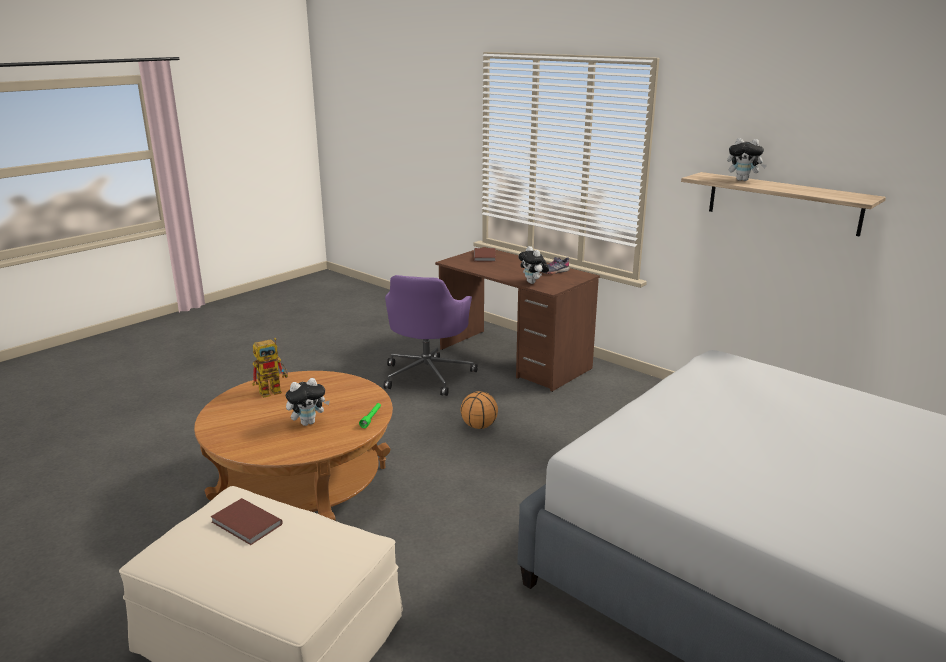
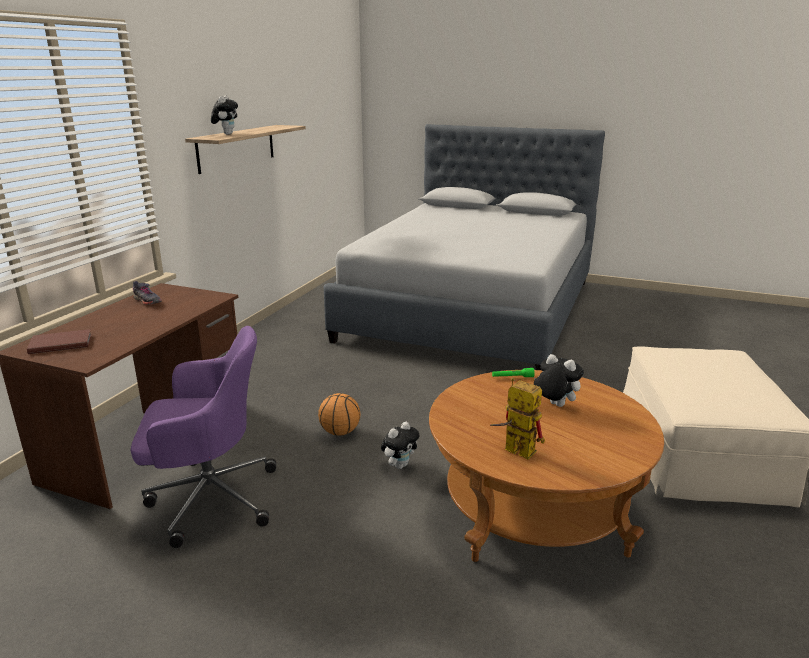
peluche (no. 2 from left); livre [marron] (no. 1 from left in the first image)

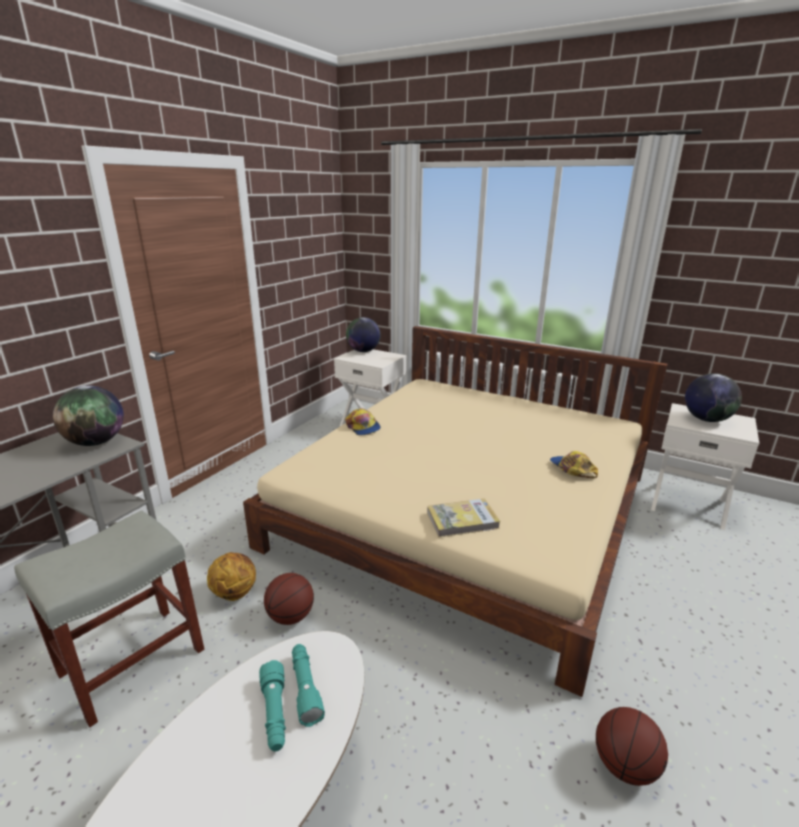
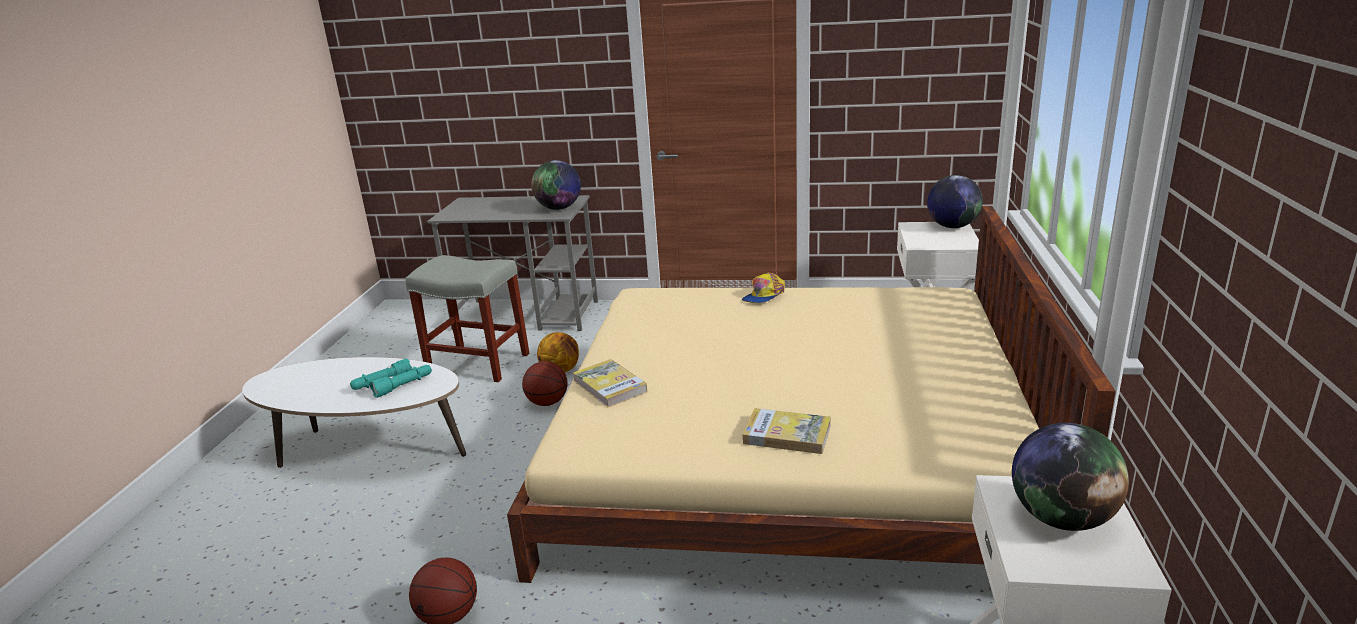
livre (no. 2 from left)

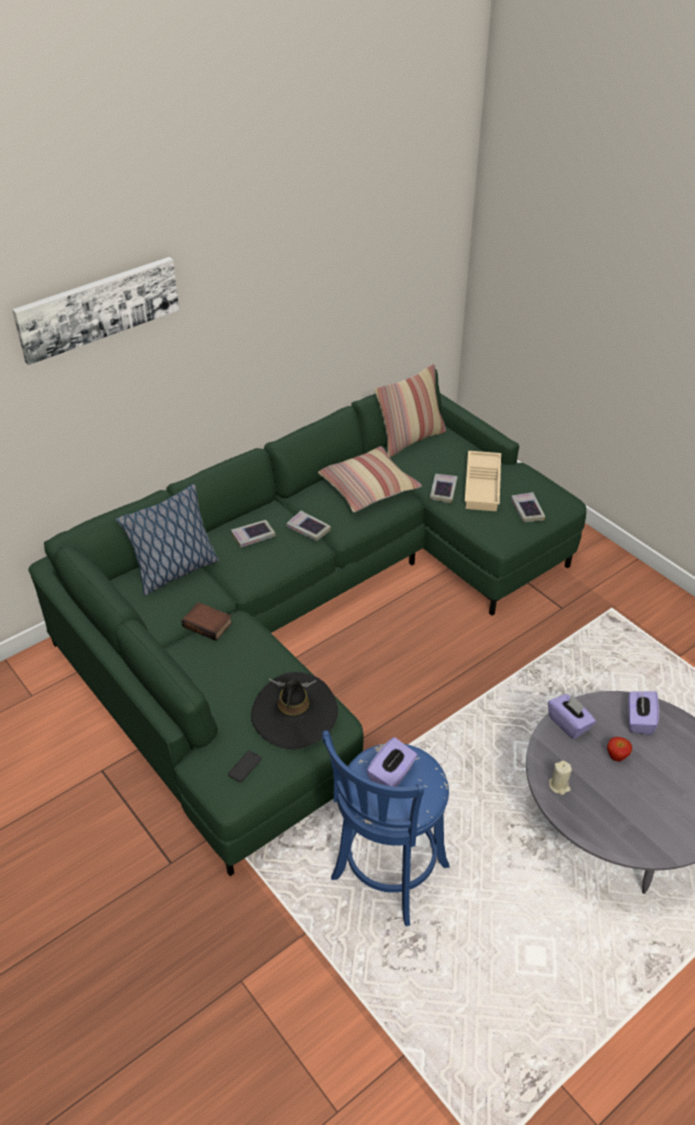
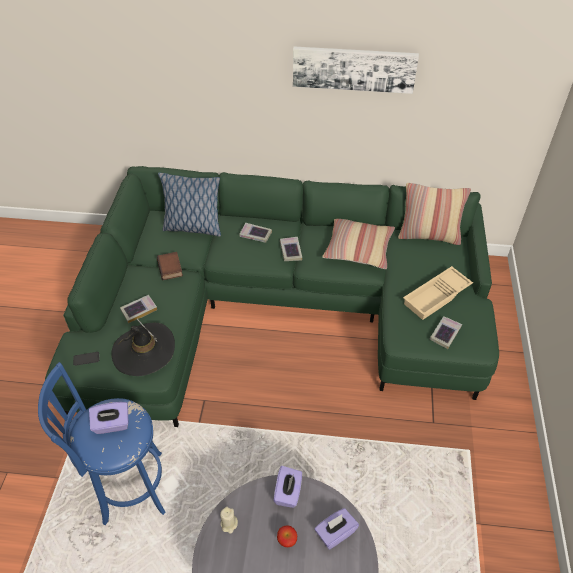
tableau; livre (no. 1 from left)

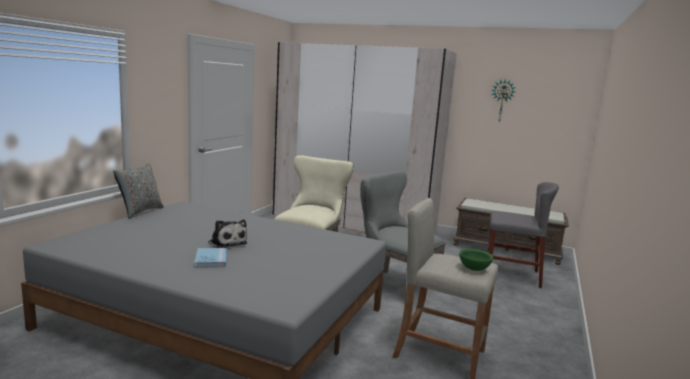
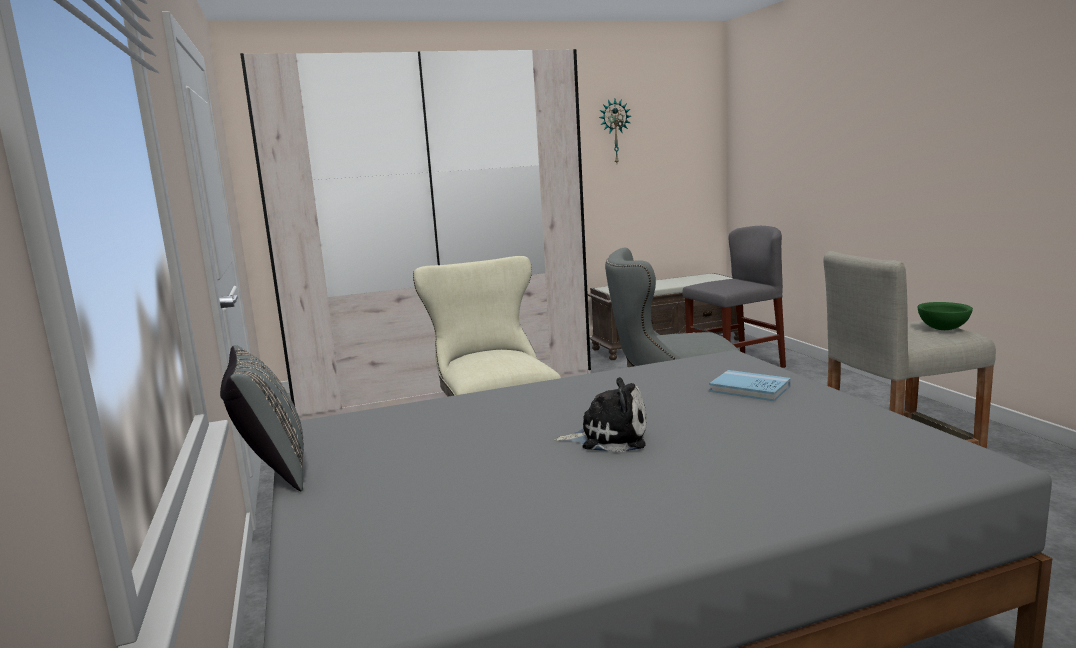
livre [bleu]

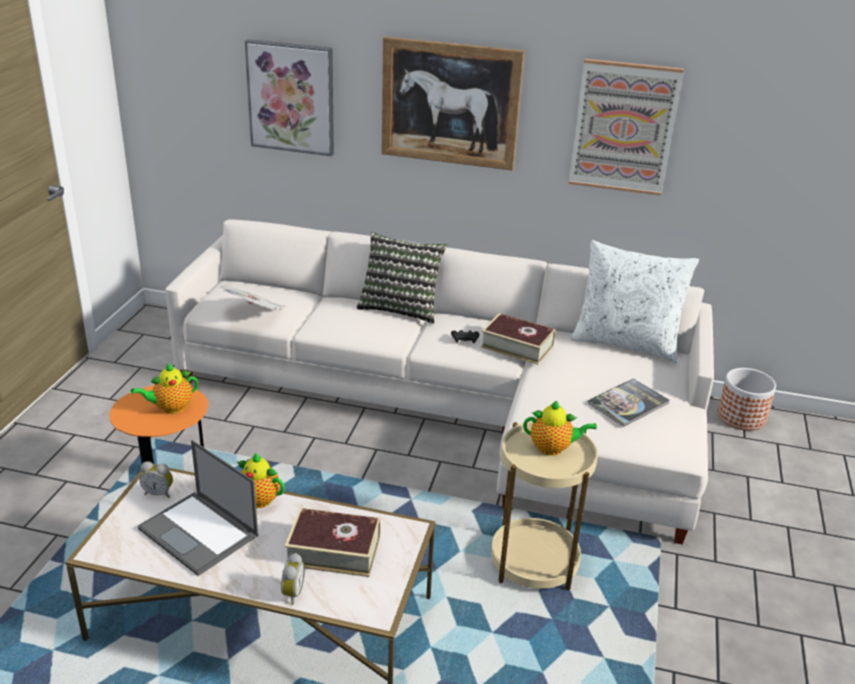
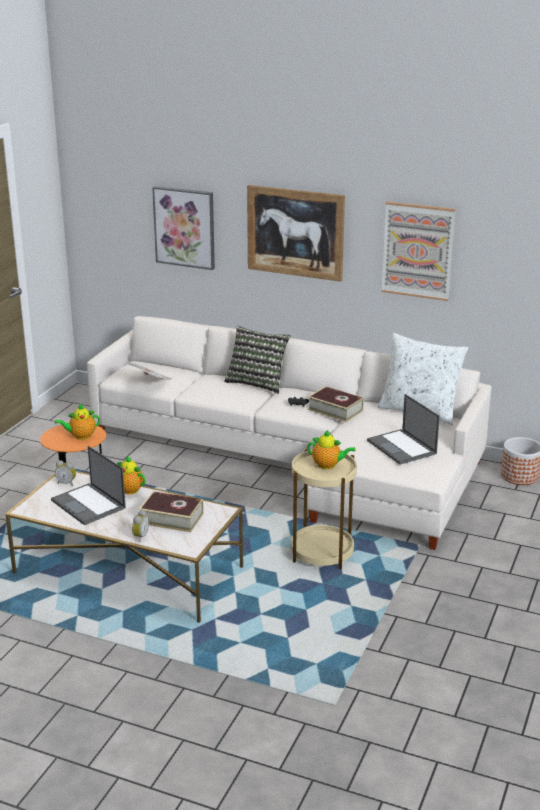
ordinateur portable (no. 2 from left)

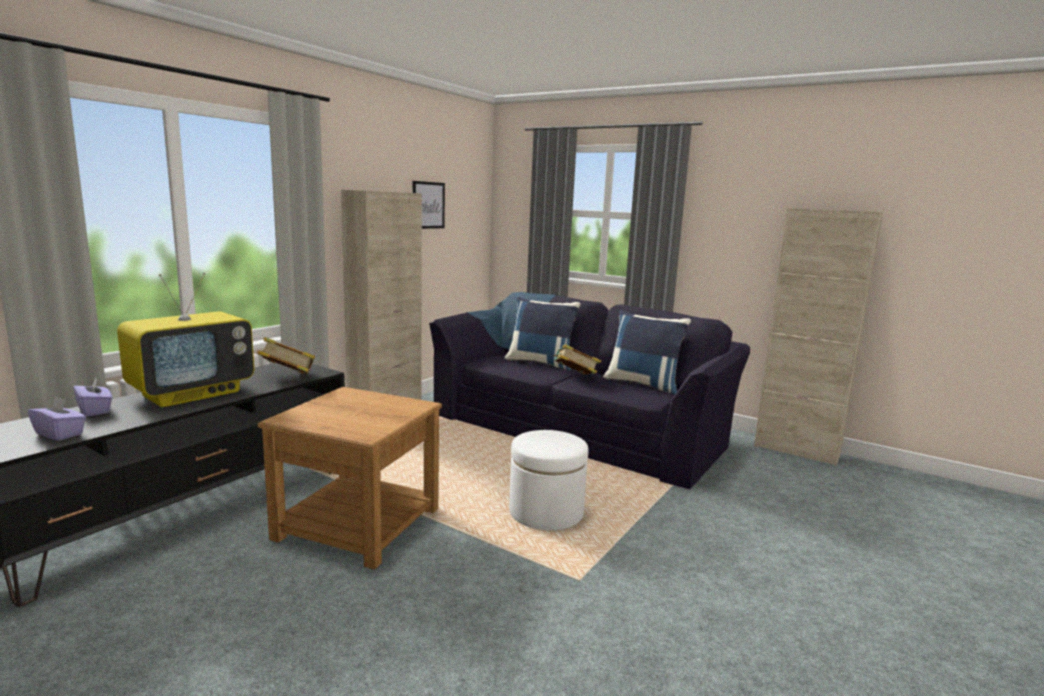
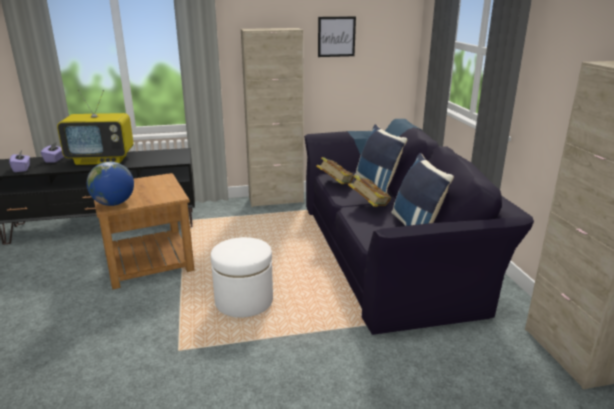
livre (no. 1 from left); globe

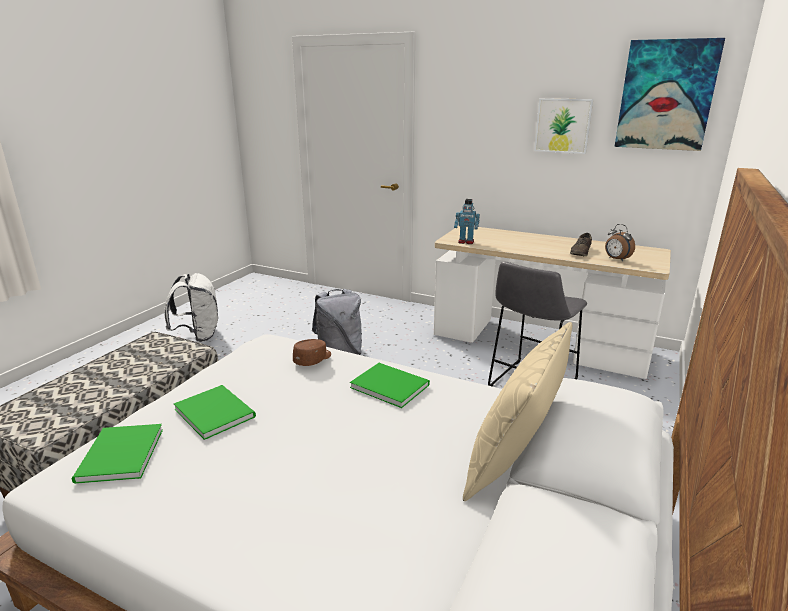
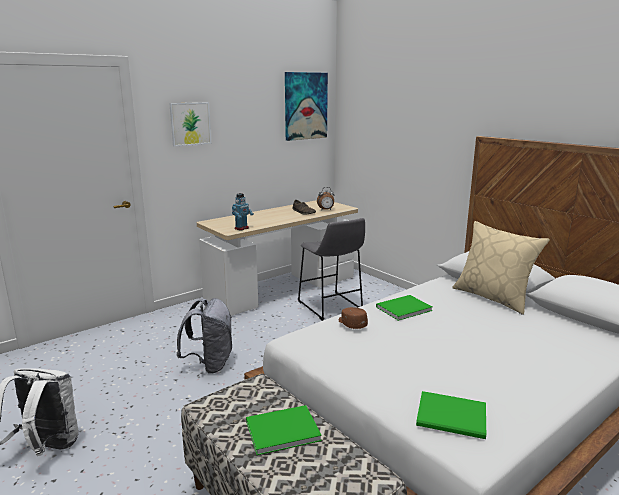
tableau (no. 1 from left); livre [vert] (no. 1 from left)

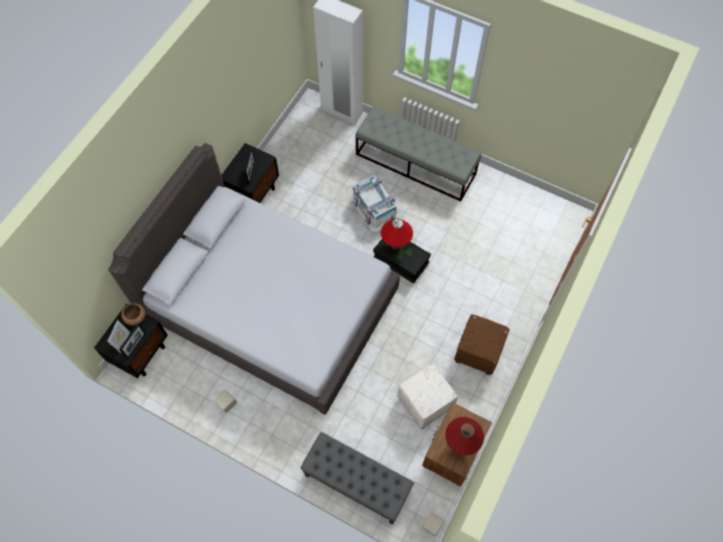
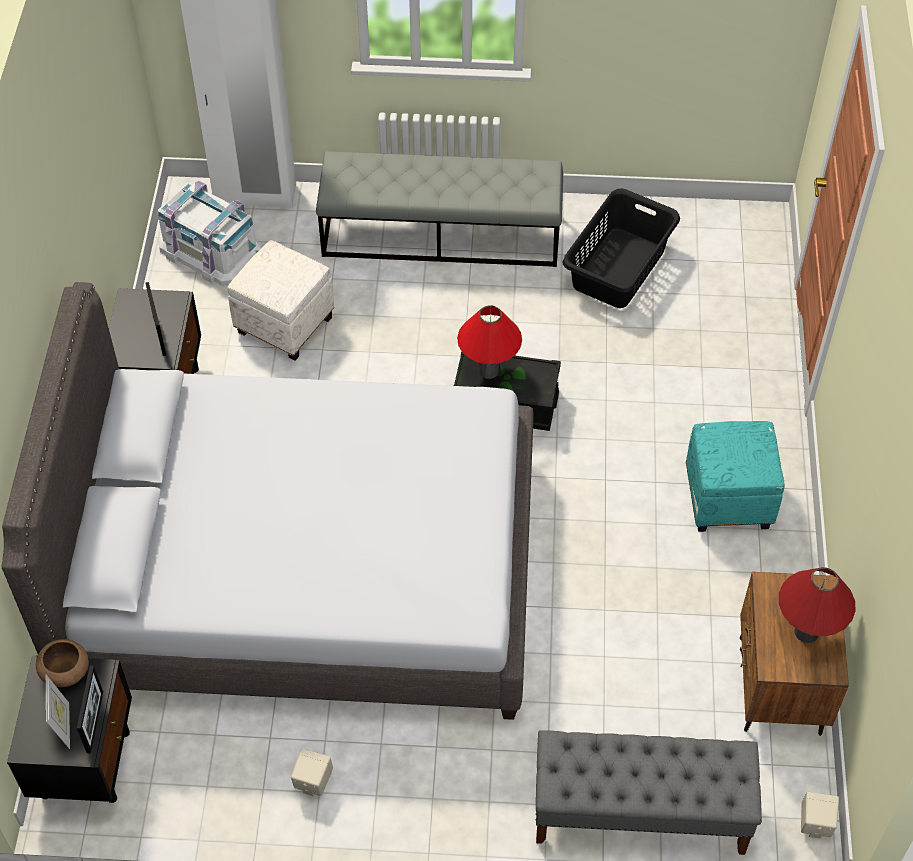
boîte de rangement [blanc]; pouf [turquoise]; pouf [blanc]; panier à linge [noir]

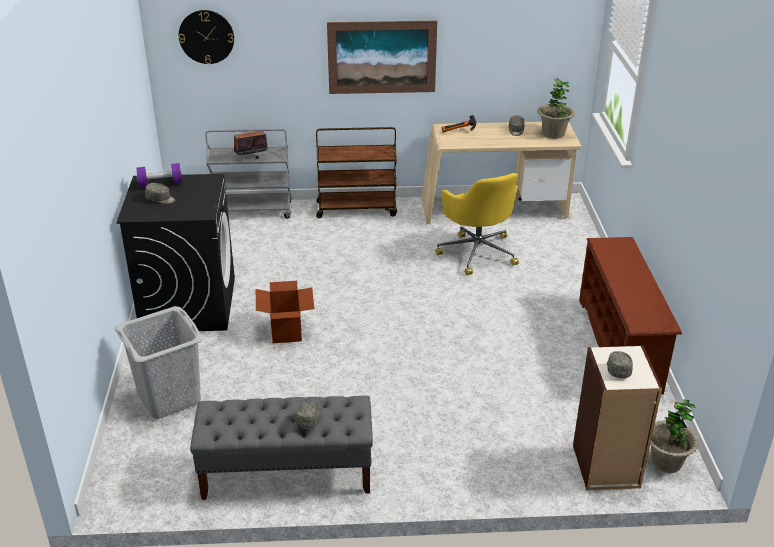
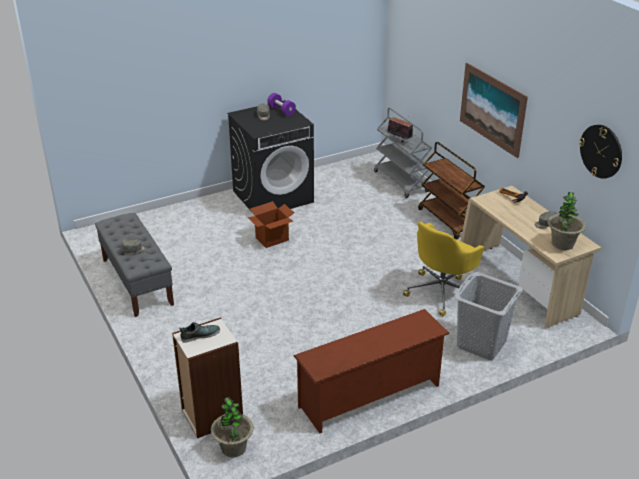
horloge murale; panier à linge [gris]; chaussure

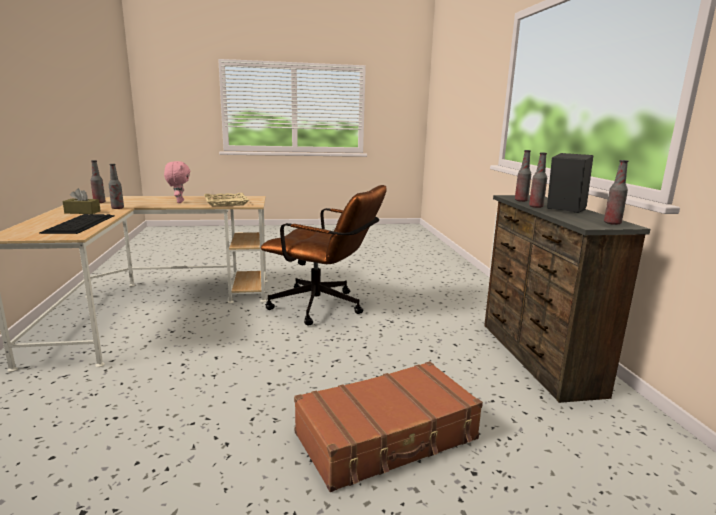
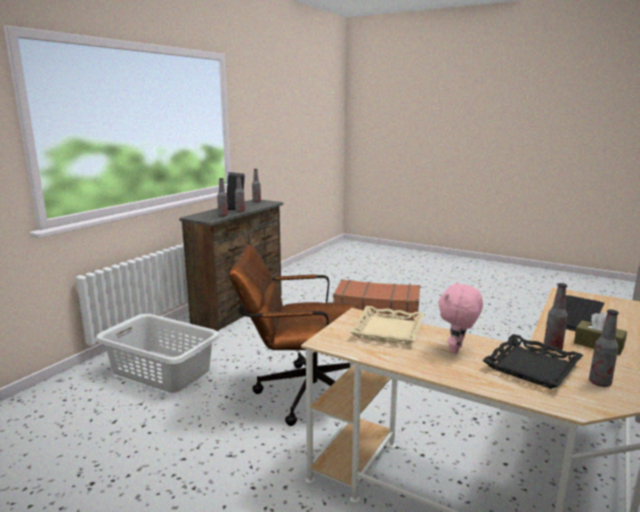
chaise de bureau [marron]; panier à linge [gris]; plateau [noir]

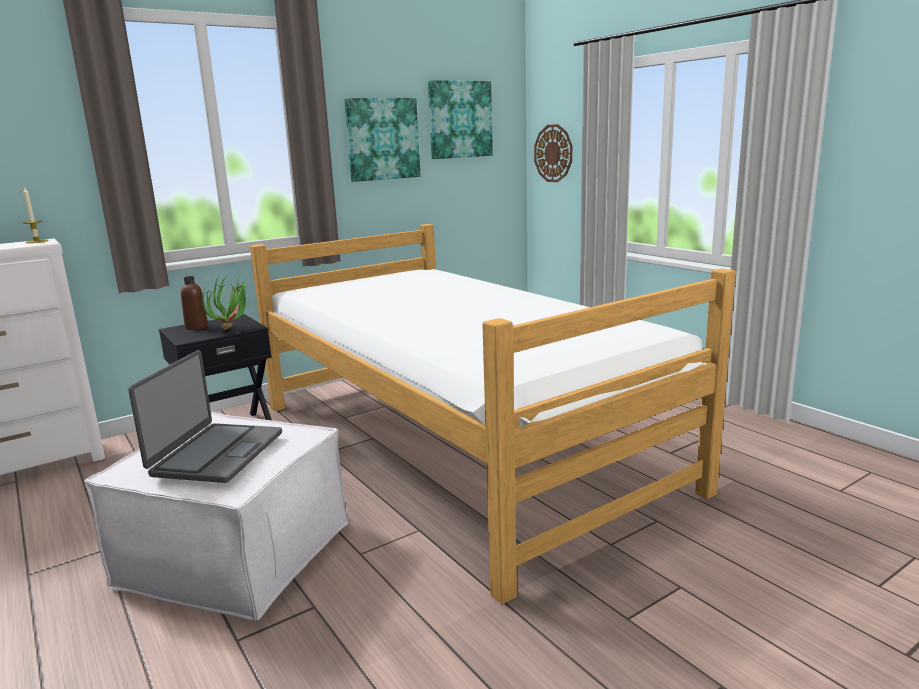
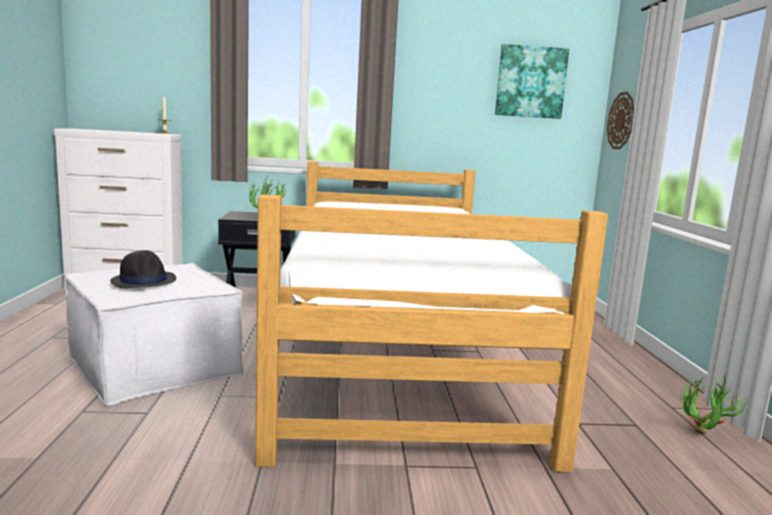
tableau (no. 1 from left in the first image); bouteille [marron]; chapeau [noir]; plante en pot (no. 2 from left)

